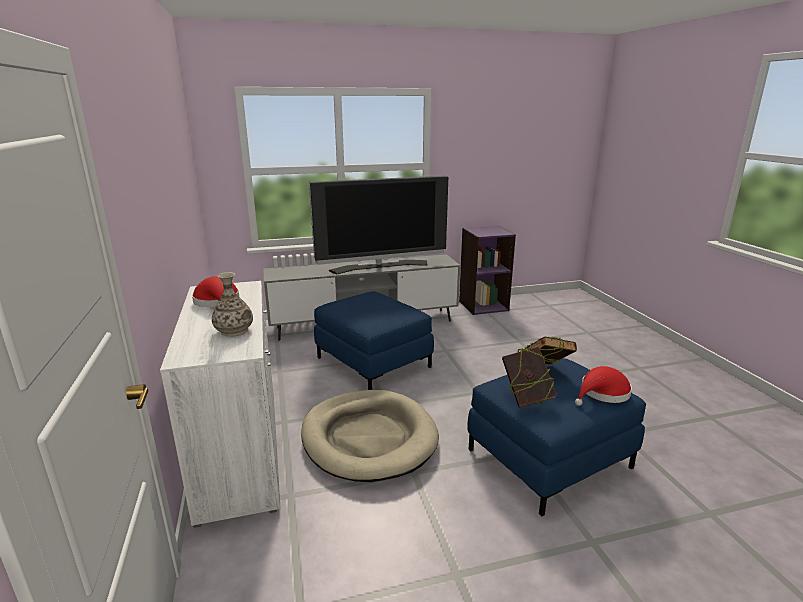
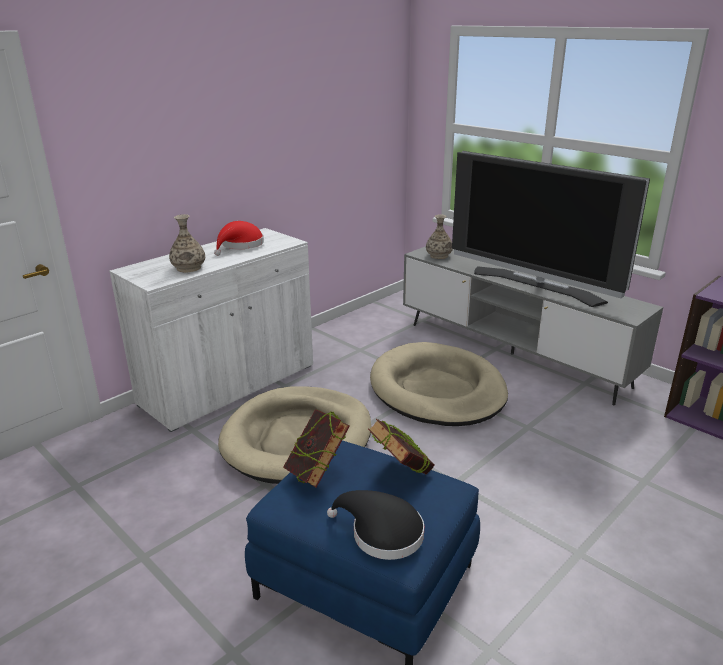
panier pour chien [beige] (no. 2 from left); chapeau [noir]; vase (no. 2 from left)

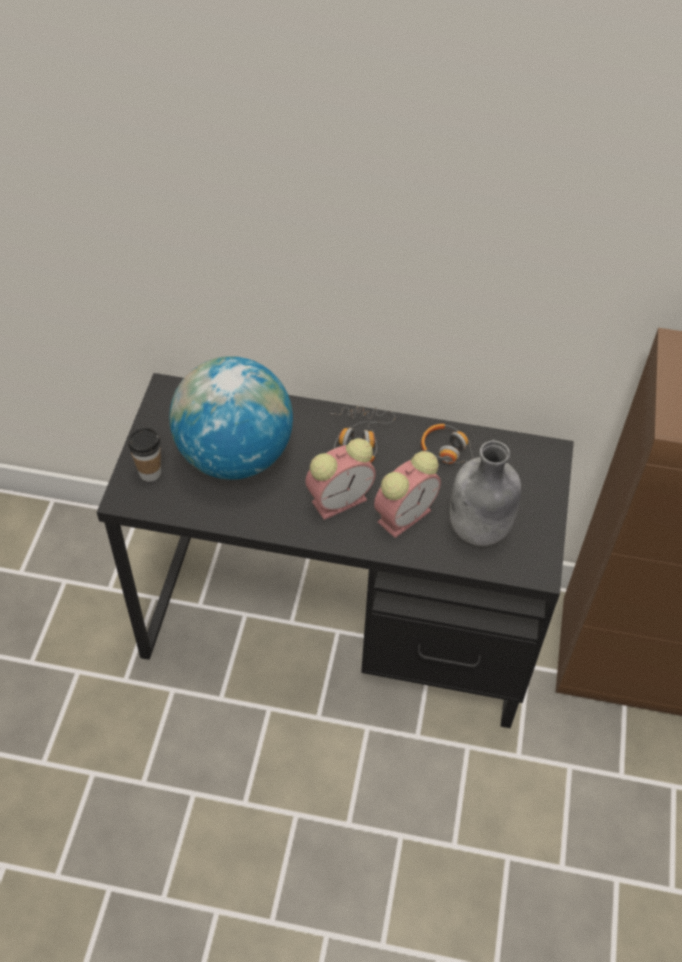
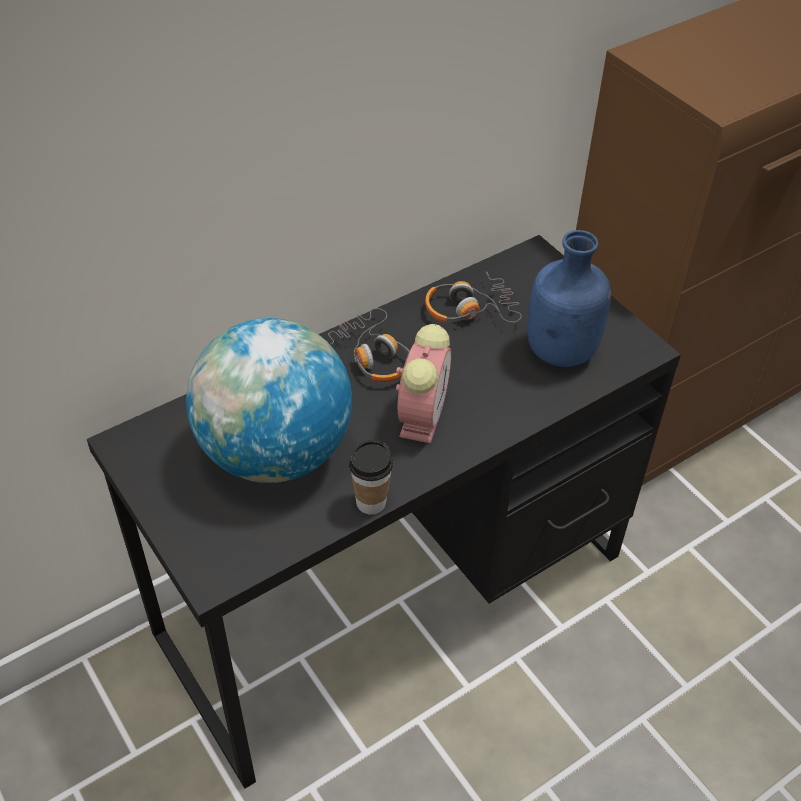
tasse; bouteille [bleu]; réveil (no. 2 from left in the first image)

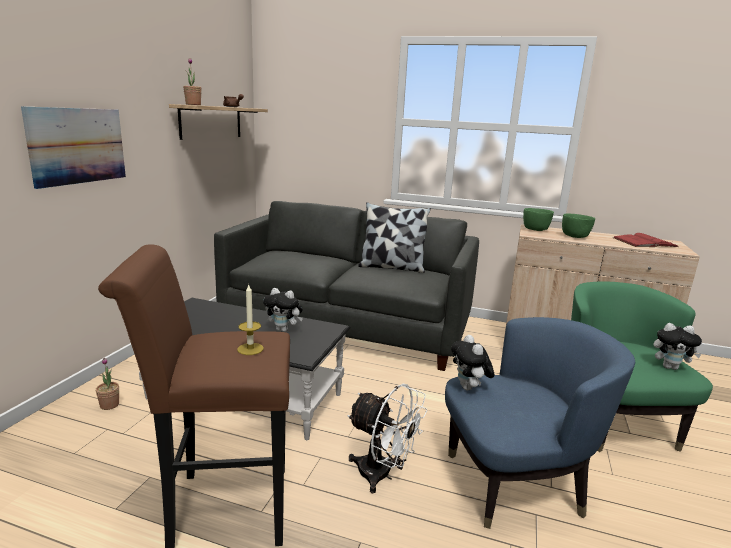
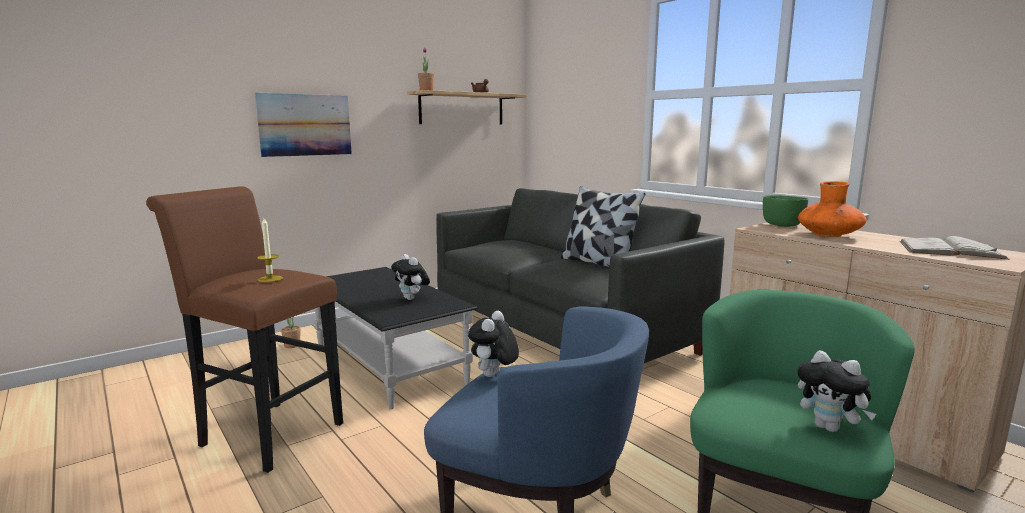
vase [orange]; livre [blanc]; ventilateur [blanc]

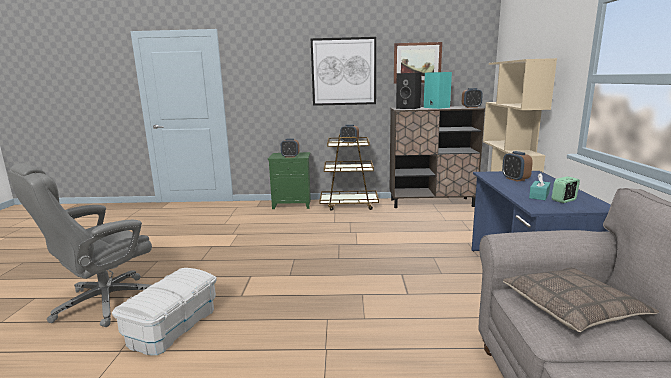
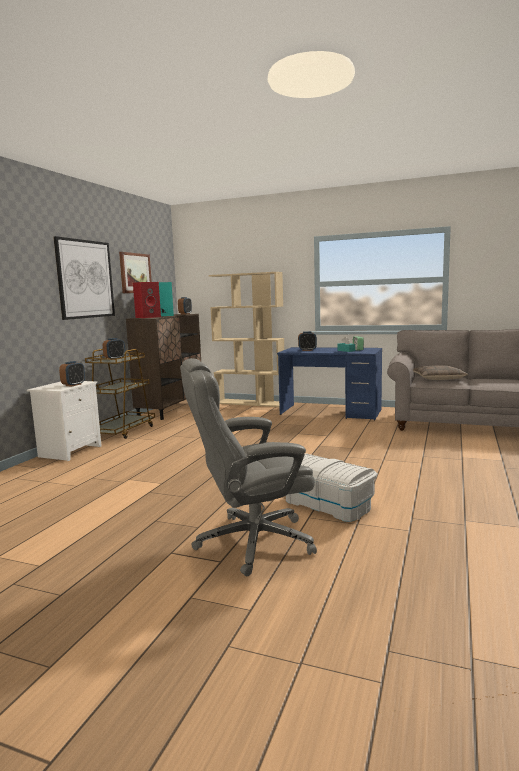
enceinte [rouge]; table de chevet [blanc]; chaise de bureau [gris]

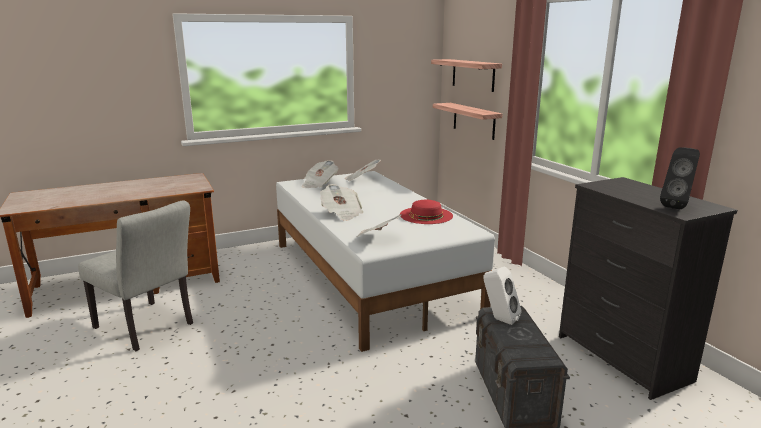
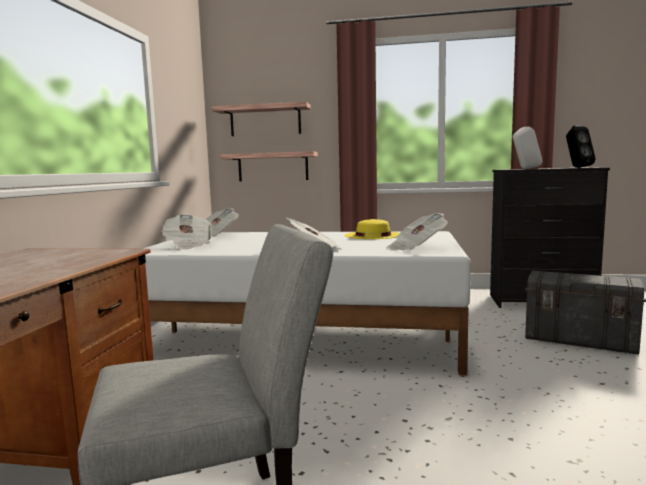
chapeau [jaune]; enceinte [blanc]

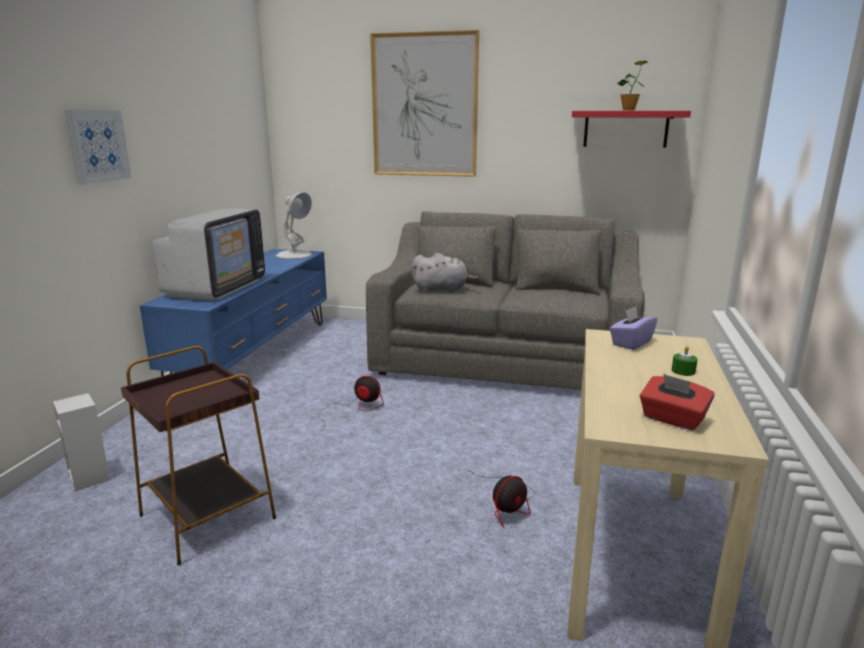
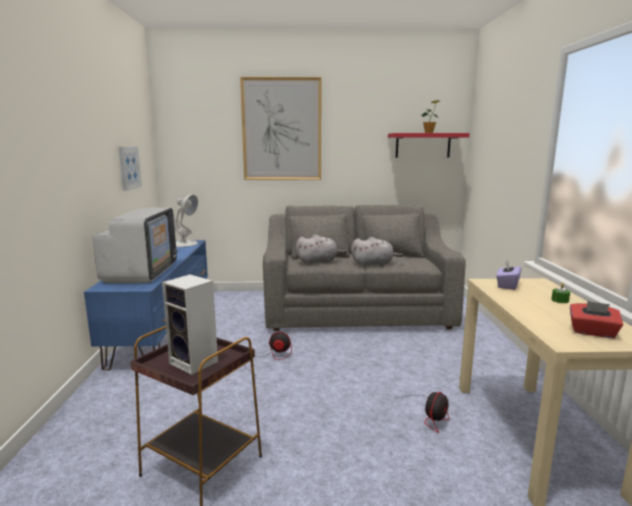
tableau (no. 1 from left); enceinte; peluche [gris] (no. 2 from left)

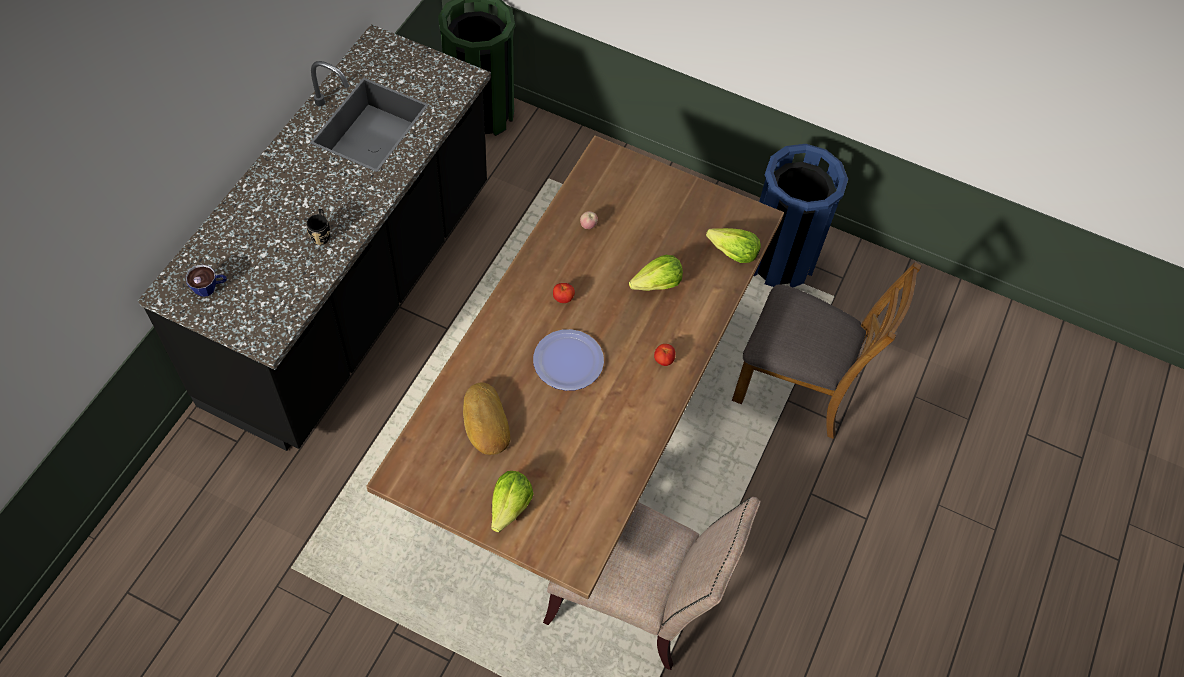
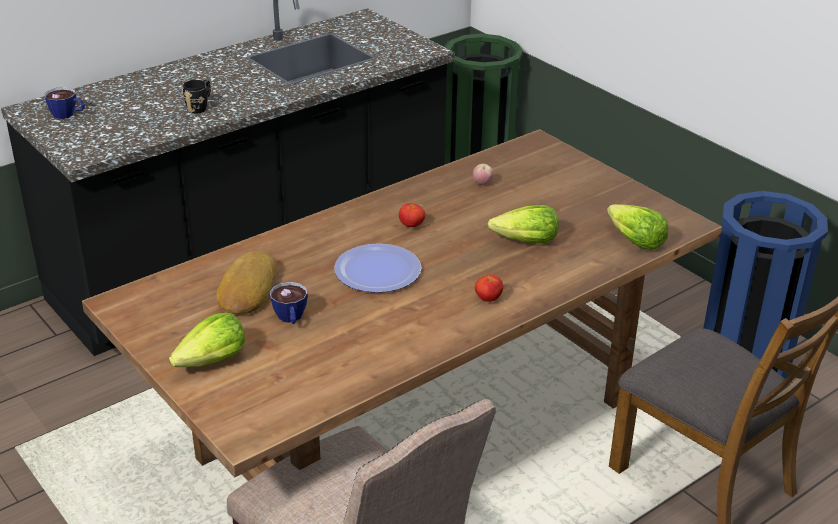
tasse (no. 2 from left)

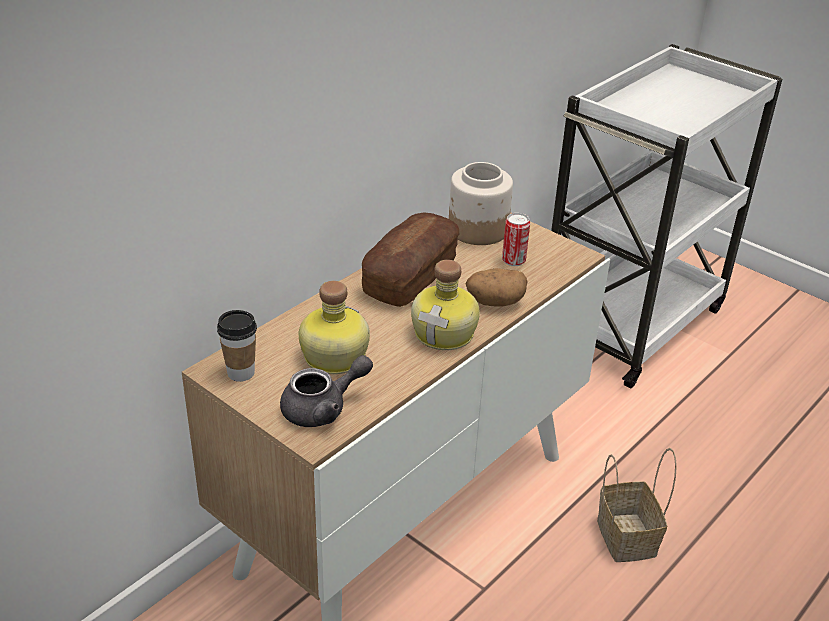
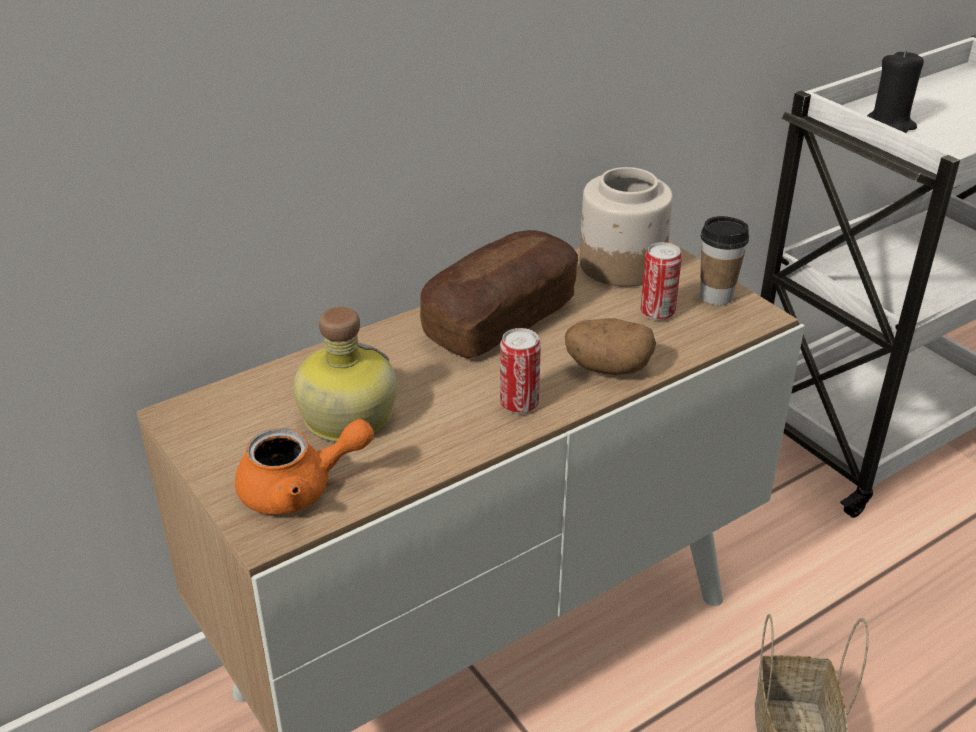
boîte métallique (no. 1 from left); tasse; théière [orange]; bougie [noir]

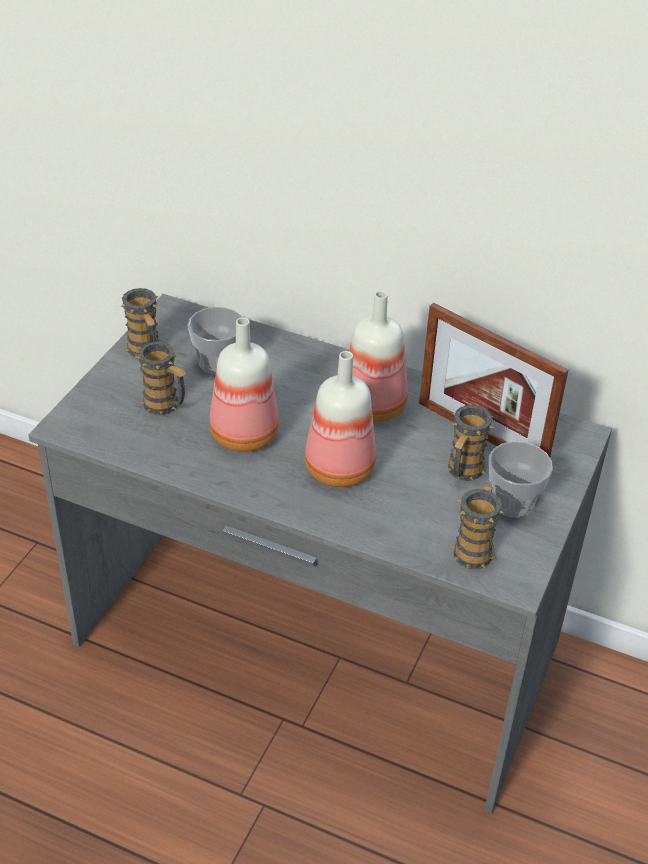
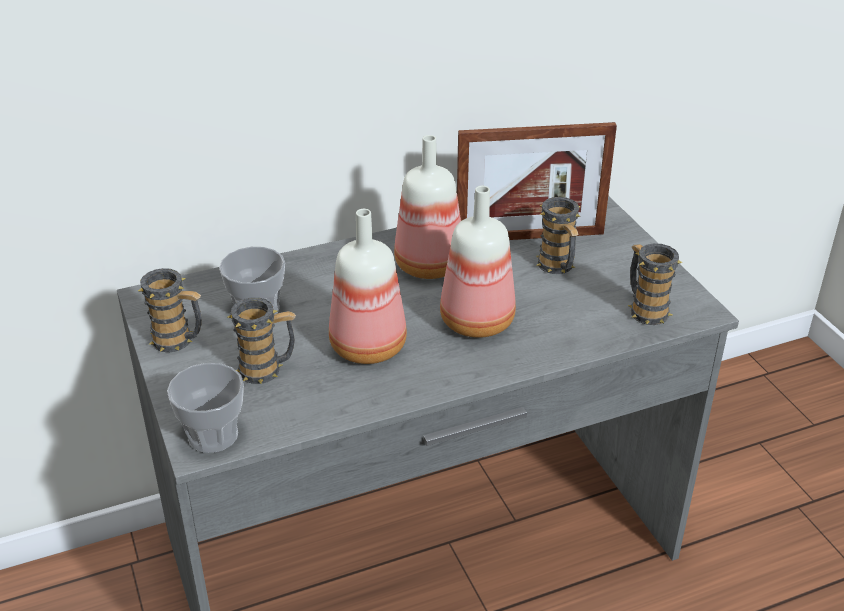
tasse (no. 1 from left)

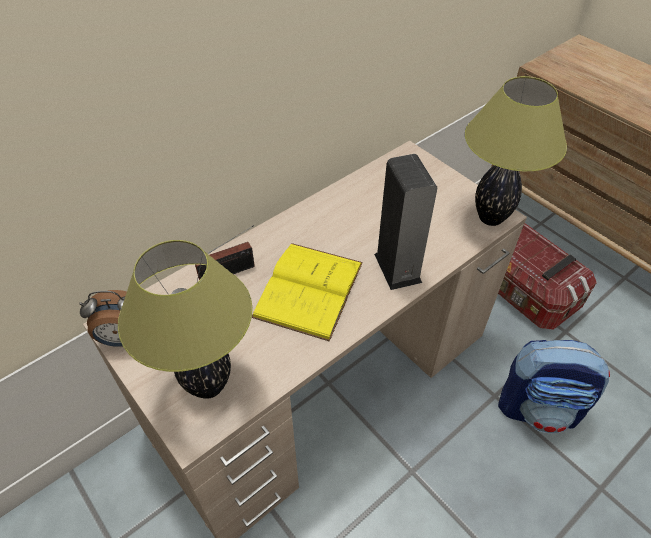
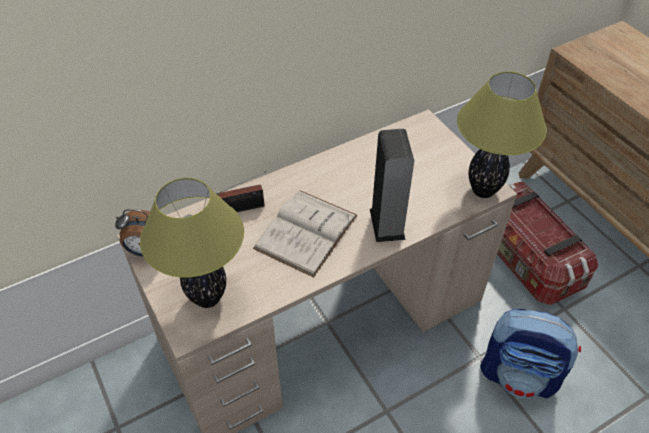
livre [blanc]

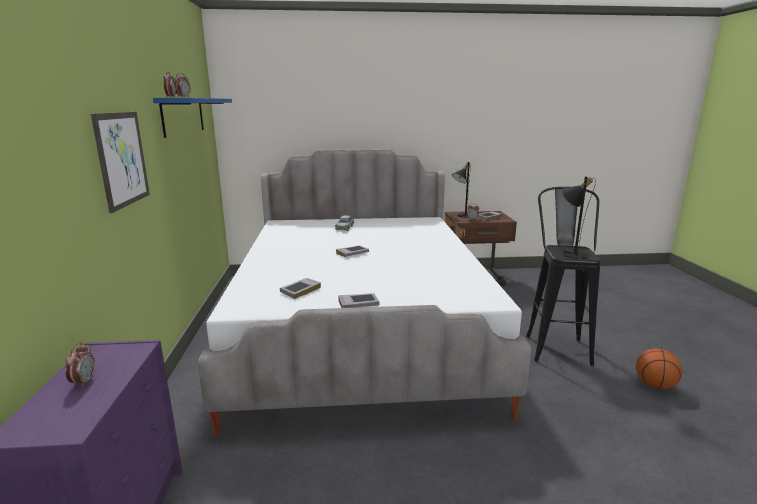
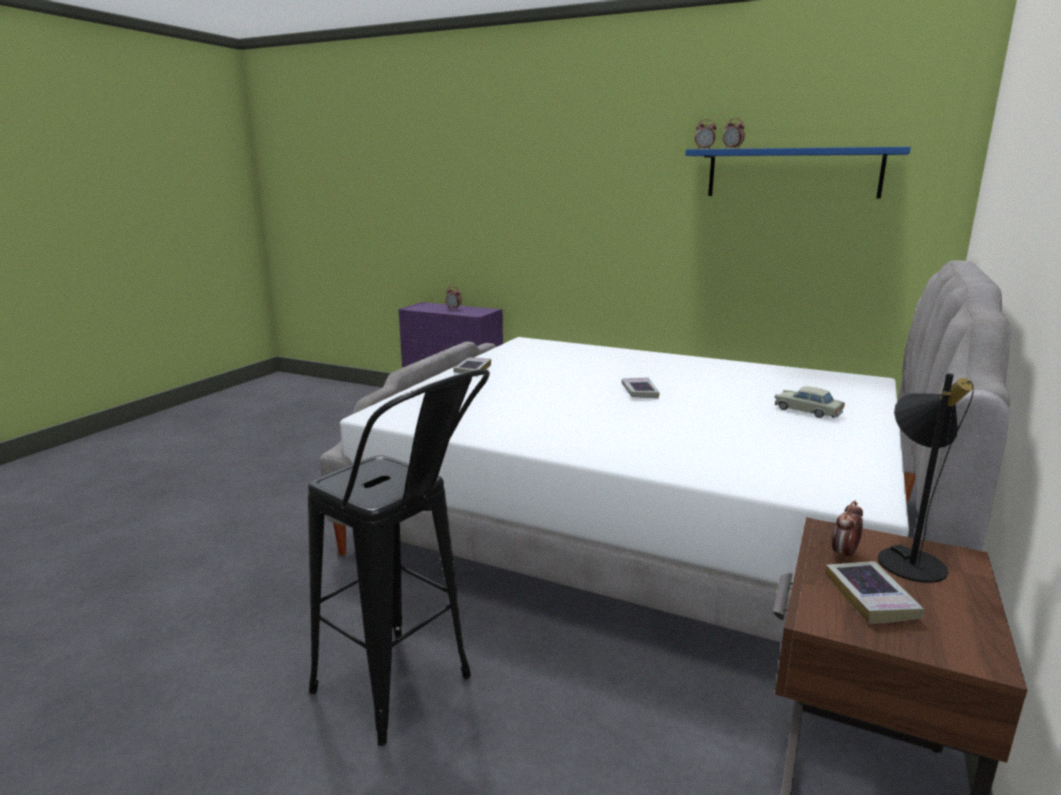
tableau; lampe de table [noir] (no. 2 from left in the first image); livre (no. 1 from left in the first image); ballon de basket

